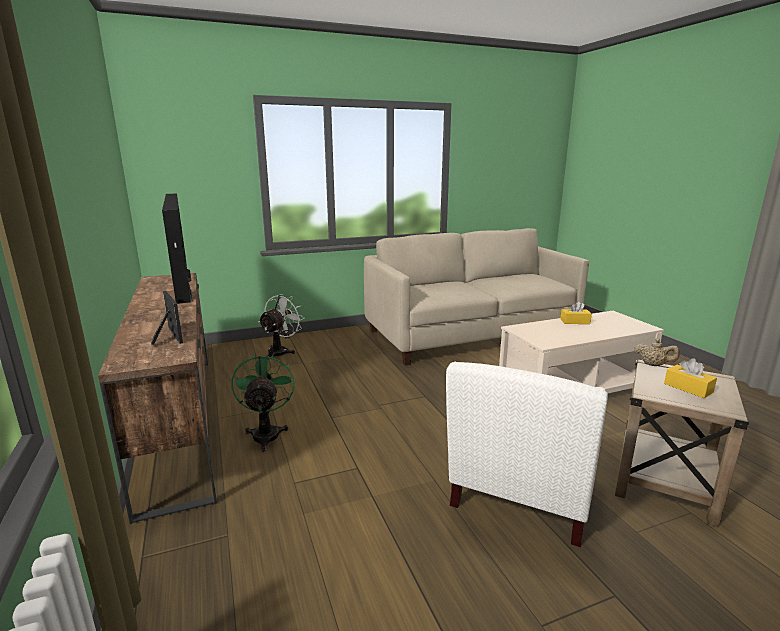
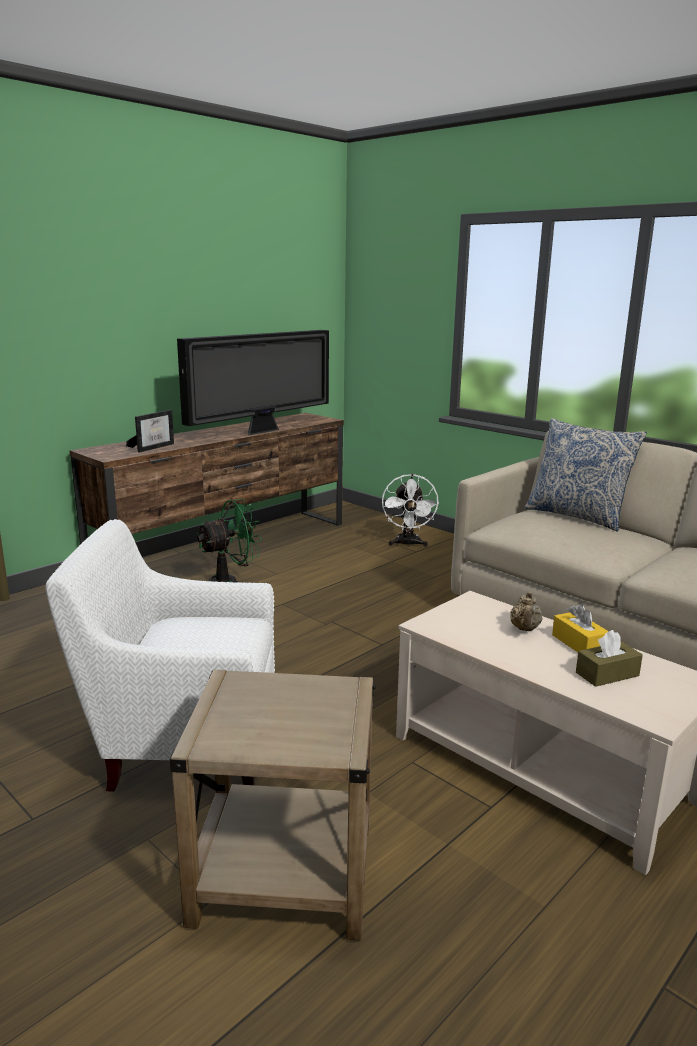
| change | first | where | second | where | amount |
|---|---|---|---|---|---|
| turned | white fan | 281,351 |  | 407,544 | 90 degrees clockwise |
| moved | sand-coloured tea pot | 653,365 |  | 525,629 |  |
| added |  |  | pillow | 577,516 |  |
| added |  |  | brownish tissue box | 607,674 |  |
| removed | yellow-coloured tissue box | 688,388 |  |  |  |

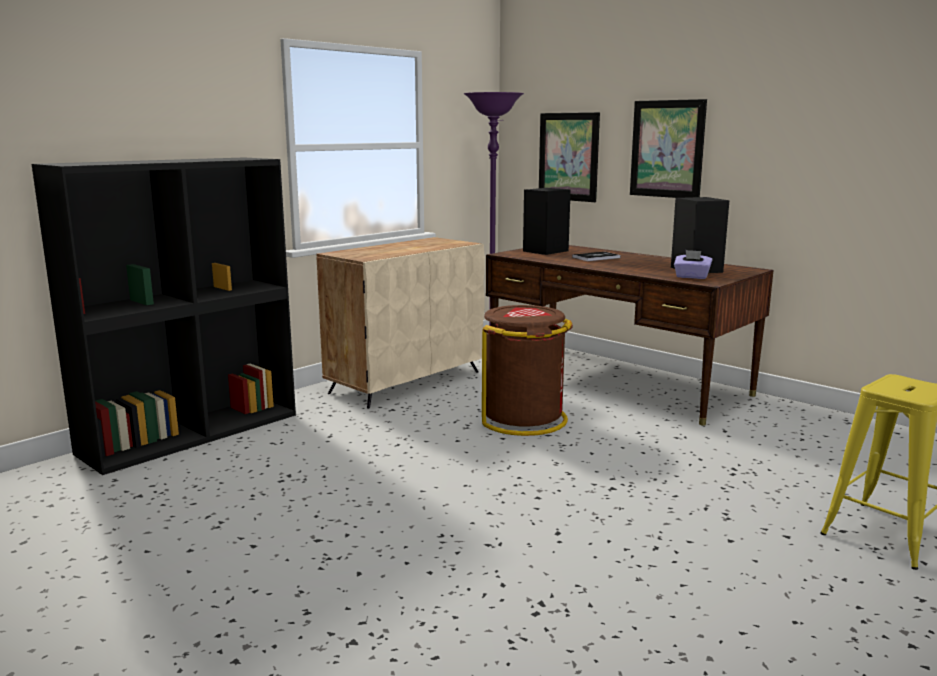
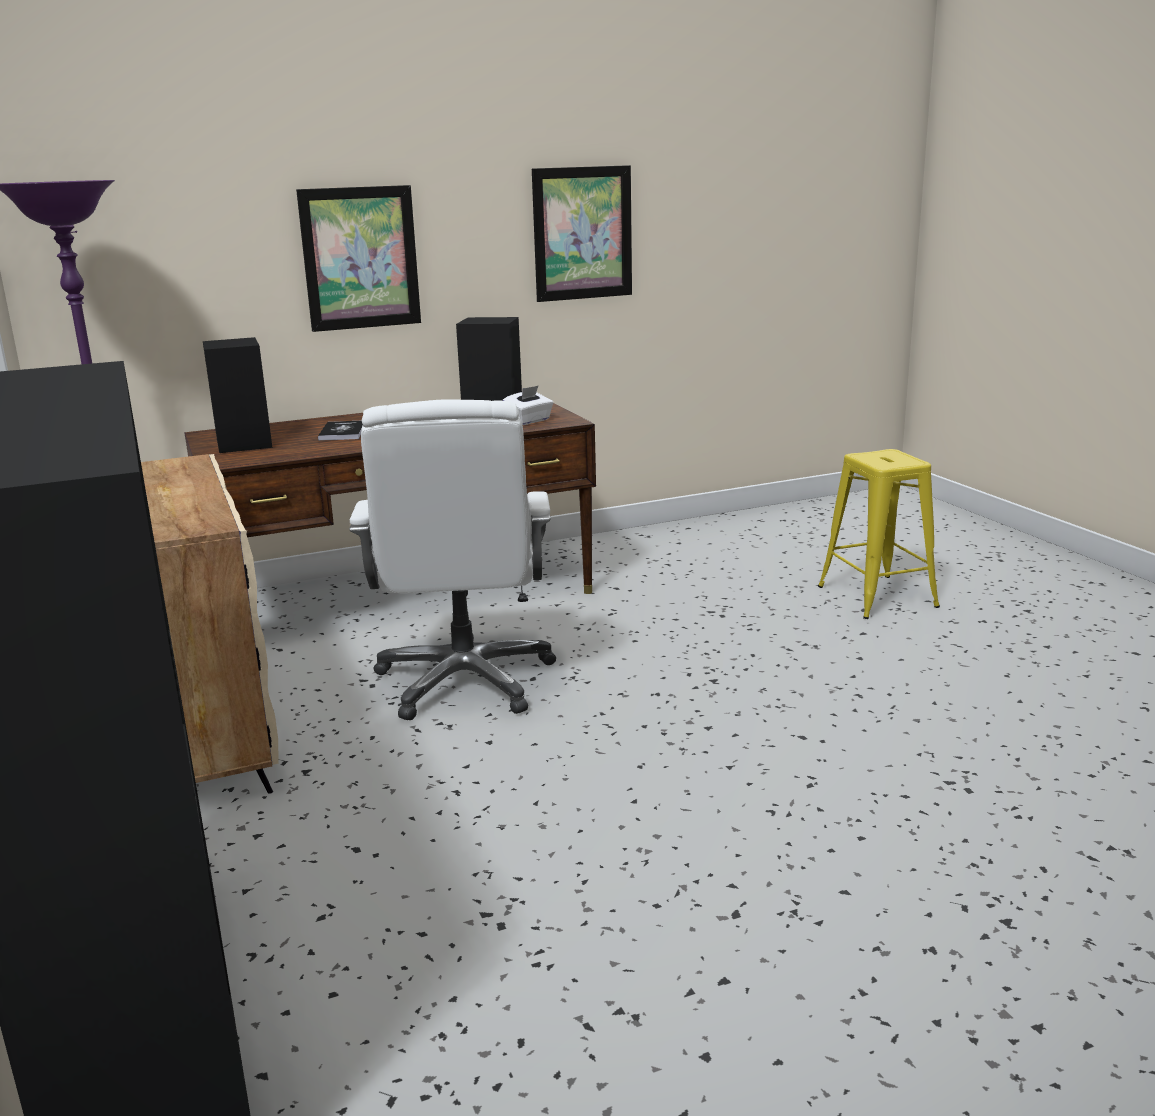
| change | first | where | second | where | amount |
|---|---|---|---|---|---|
| replaced | brownish trash can | 524,419 | white desk chair | 465,681 |  |
| recoloured | purplish tissue box | 691,277 | white tissue box | 529,421 |  |
| moved | picture | 568,157 |  | 582,233 |  |

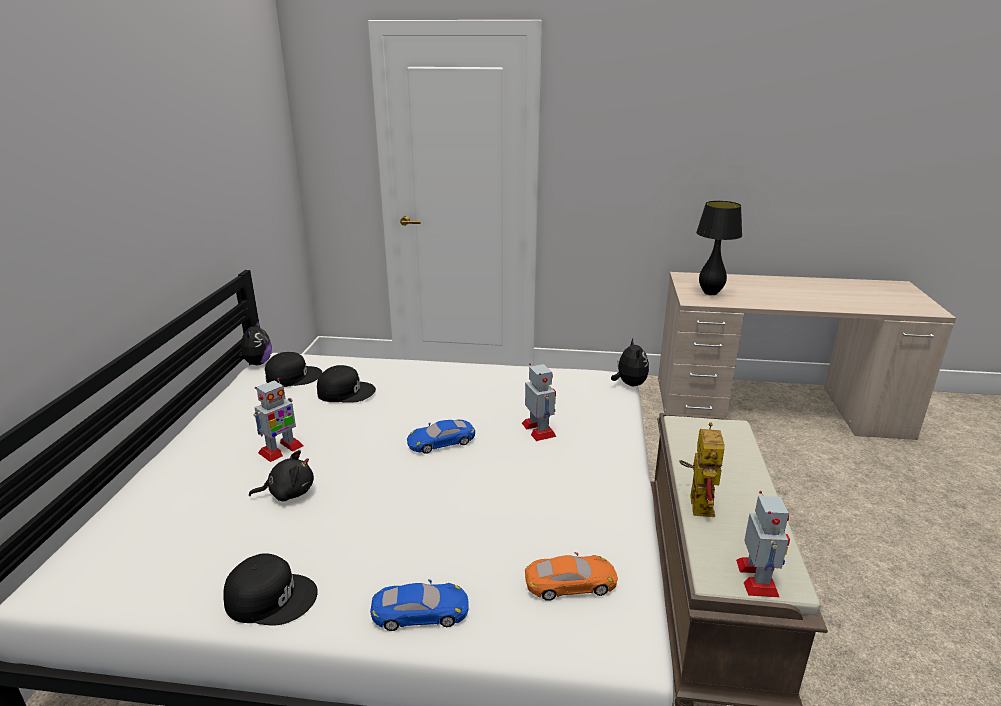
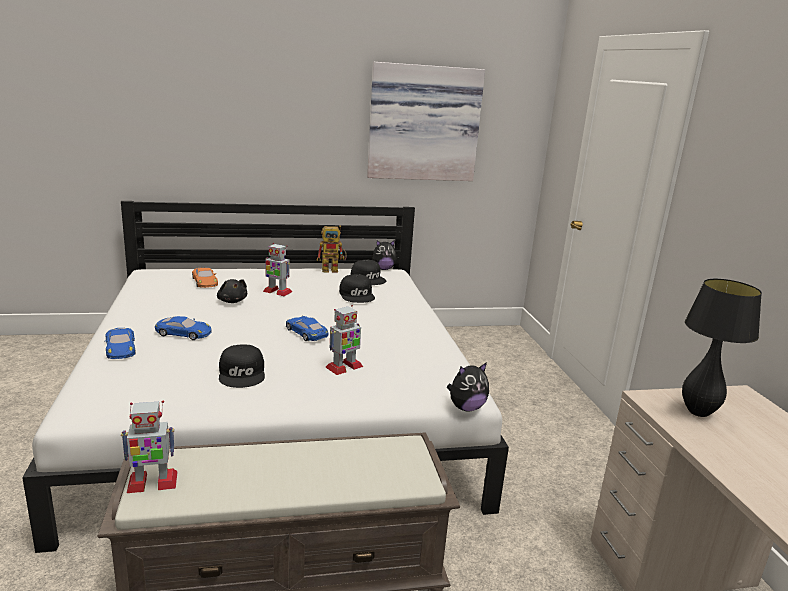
| change | first | where | second | where | amount |
|---|---|---|---|---|---|
| added |  |  | blue-coloured toy car | 183,333 |  |
| moved | orangey toy car | 570,583 |  | 205,282 |  |
| moved | black-coloured baseball cap | 271,597 |  | 242,373 |  |
| moved | toy robot | 697,501 |  | 333,270 |  |
| added |  |  | picture | 423,123 |  |

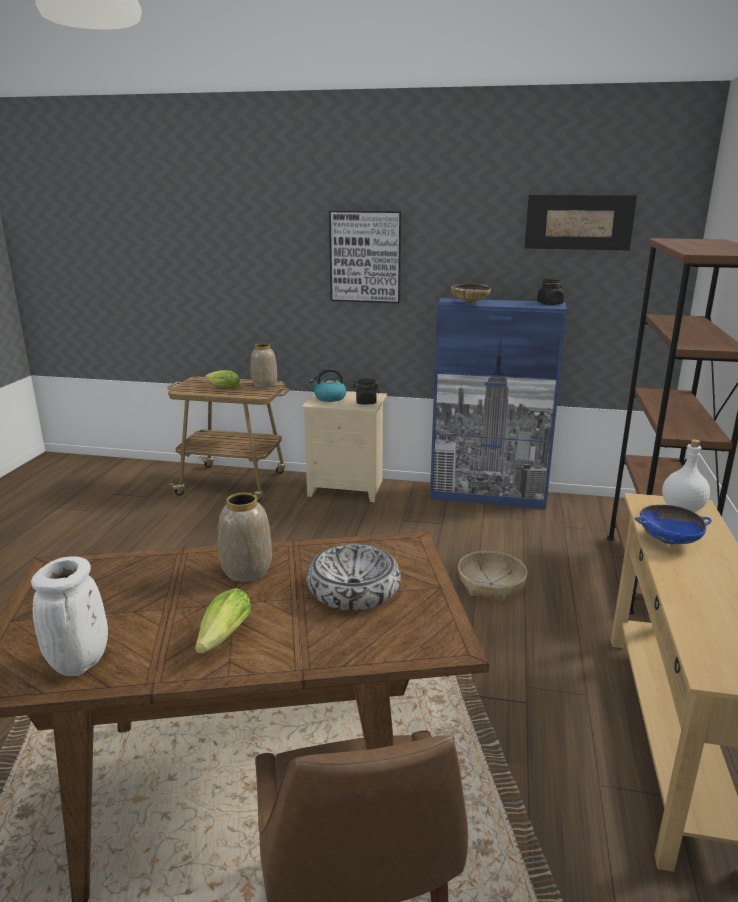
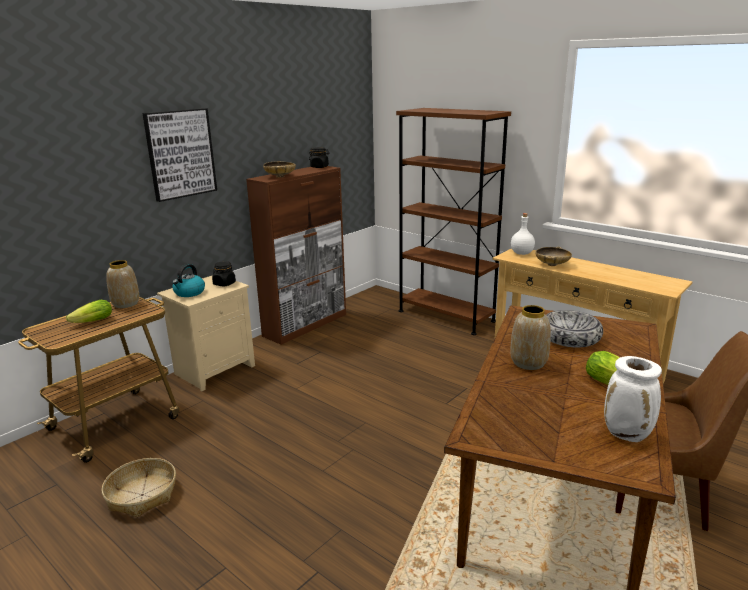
| change | first | where | second | where | amount |
|---|---|---|---|---|---|
| moved | household basket | 491,584 |  | 142,495 |  |
| recoloured | blue-coloured cupboard | 488,496 | brownish cupboard | 306,325 |  |
| recoloured | blue-coloured serving bowl | 668,541 | sand-coloured serving bowl | 552,265 |  |
| removed | picture | 578,222 |  |  |  |

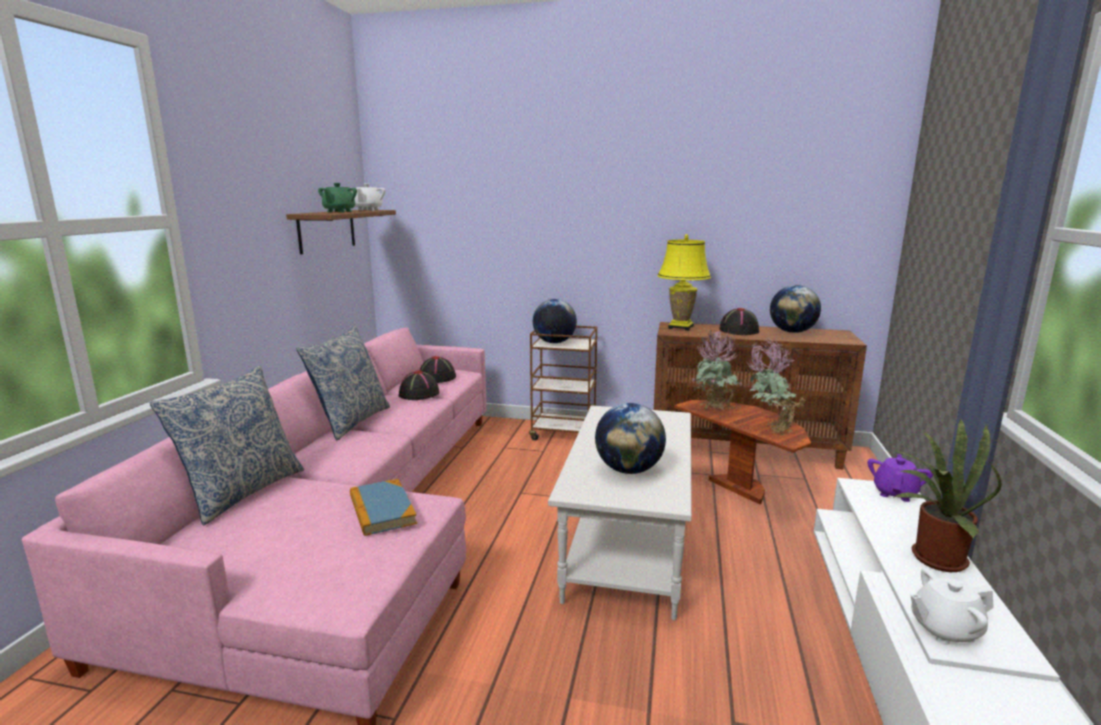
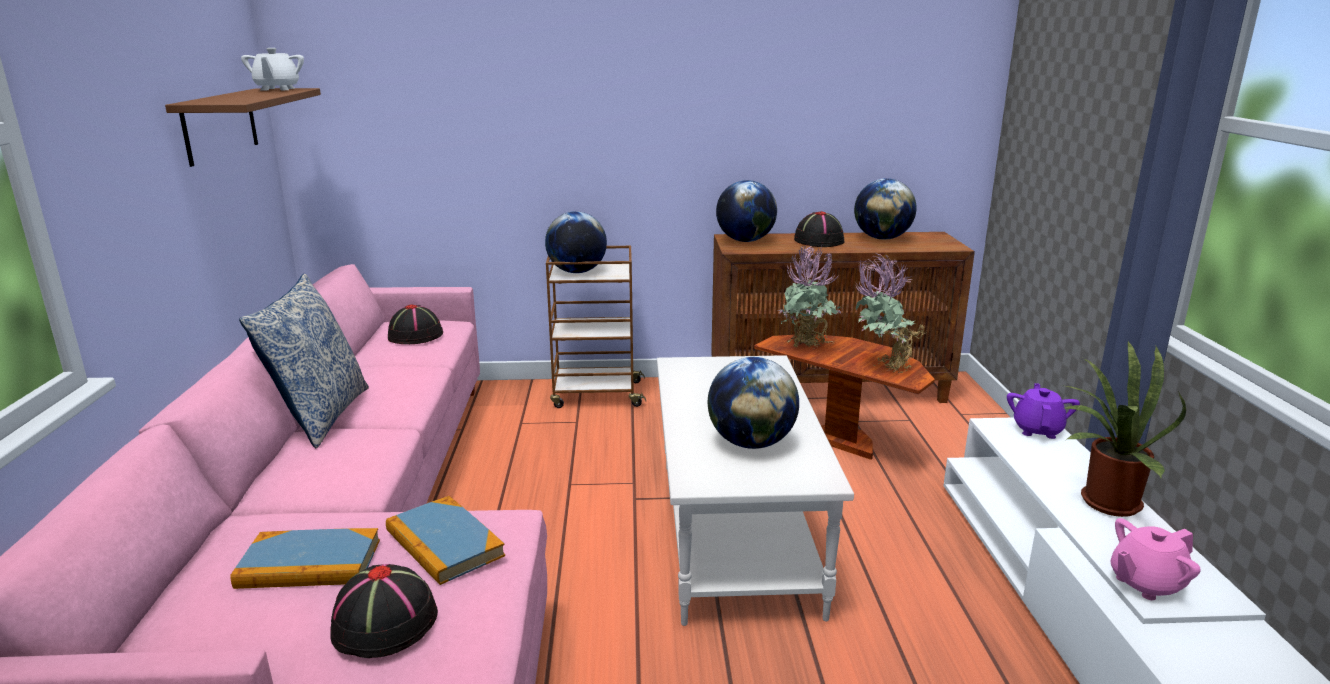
| change | first | where | second | where | amount |
|---|---|---|---|---|---|
| added |  |  | bound book | 309,564 |  |
| moved | black-coloured hat | 418,394 |  | 384,624 |  |
| replaced | yellow-coloured tabletop lamp | 680,327 | desk globe | 745,241 |  |
| recoloured | white tea pot | 944,630 | pink tea pot | 1145,583 |  |
| removed | pillow | 242,492 |  |  |  |
| removed | green-coloured tea pot | 339,211 |  |  |  |

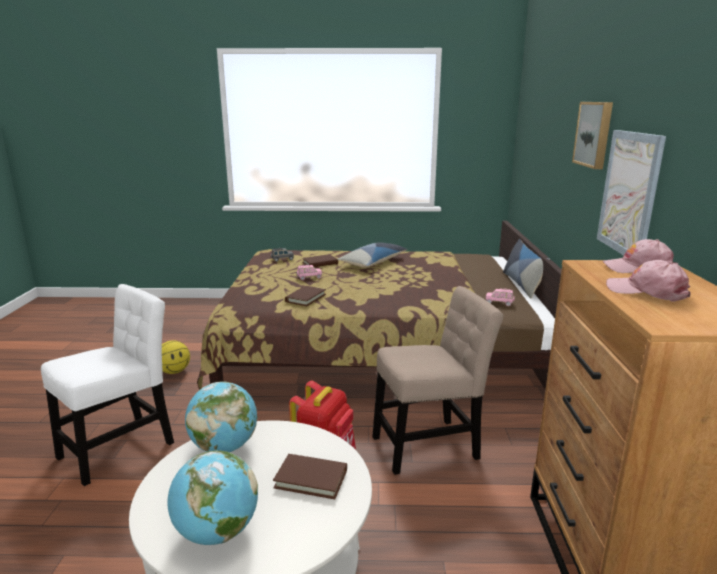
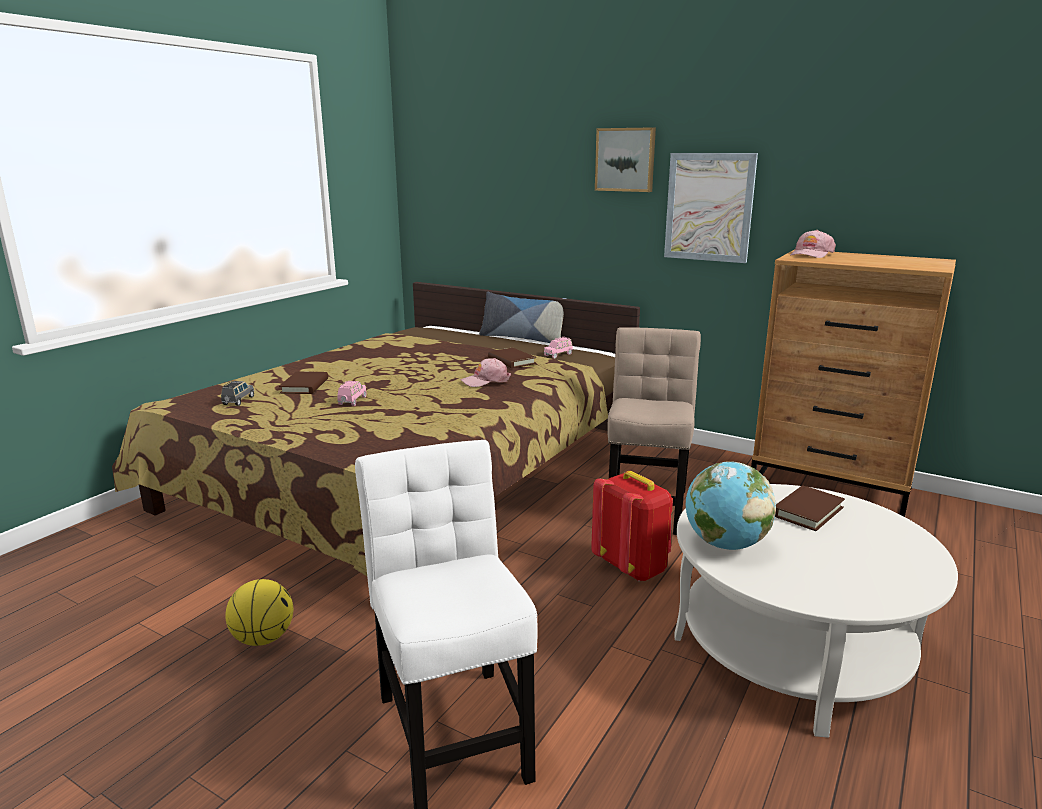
| change | first | where | second | where | amount |
|---|---|---|---|---|---|
| moved | pink baseball cap | 646,291 |  | 485,381 |  |
| moved | brownish bound book | 305,298 |  | 511,361 |  |
| removed | desk globe | 217,532 |  |  |  |
| removed | pillow | 373,262 |  |  |  |

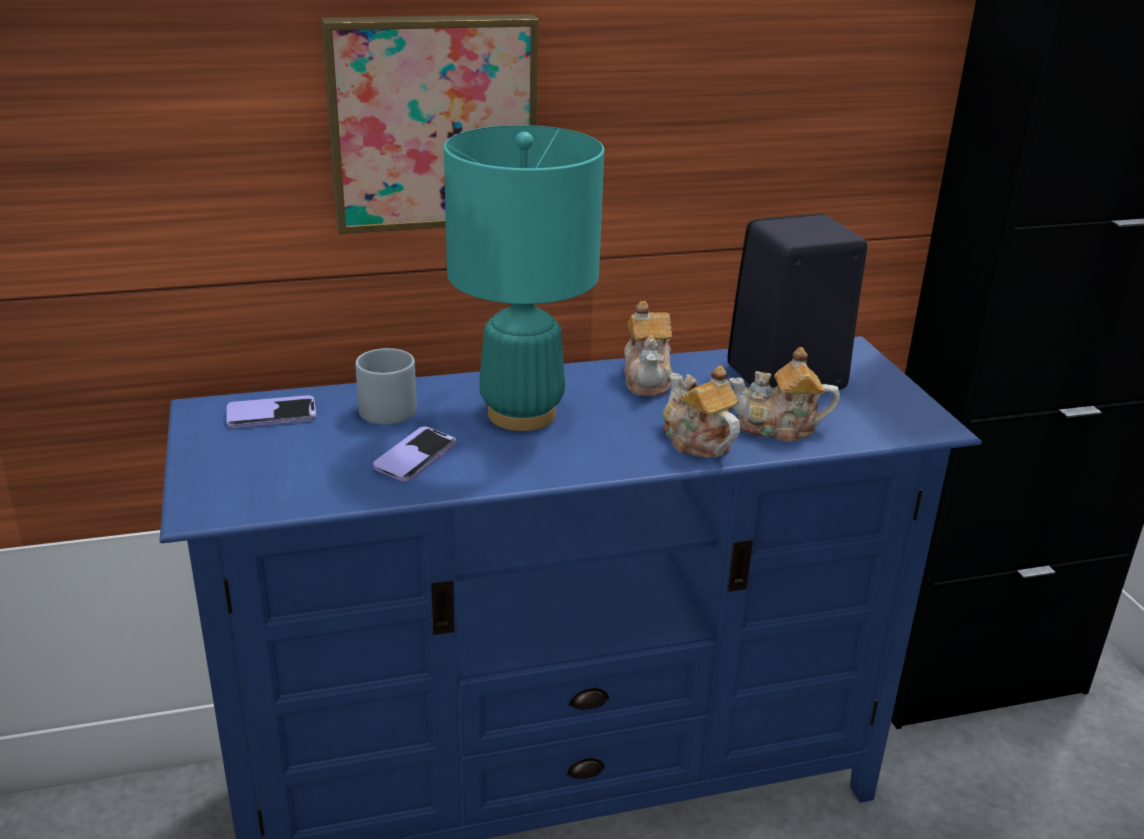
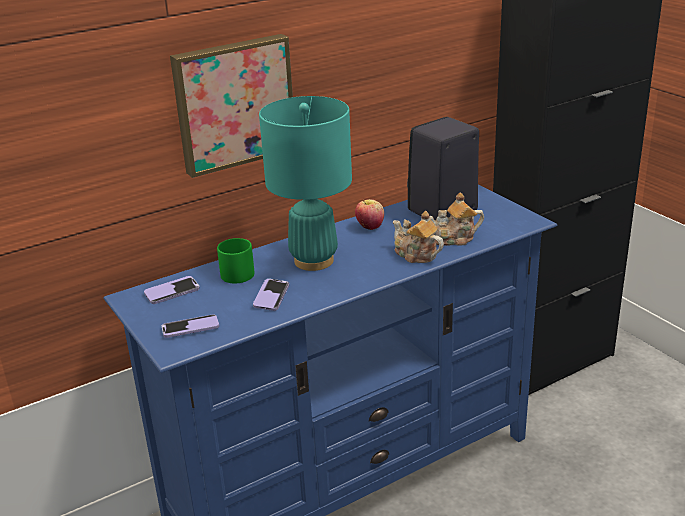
| change | first | where | second | where | amount |
|---|---|---|---|---|---|
| added |  |  | handset | 190,328 |  |
| recoloured | grey tea mug | 391,405 | green-coloured tea mug | 237,272 |  |
| replaced | tea pot | 648,379 | apple | 370,227 |  |

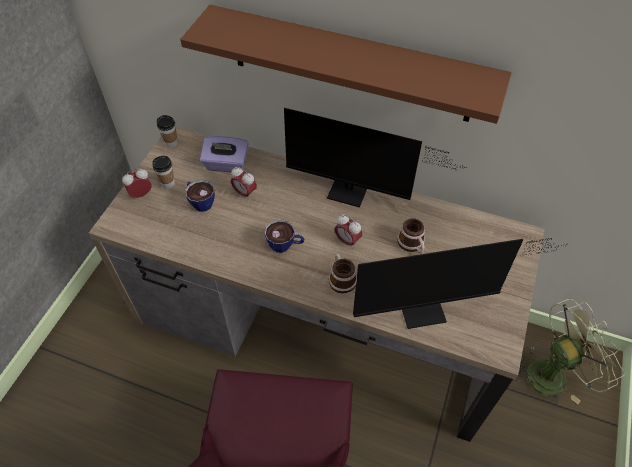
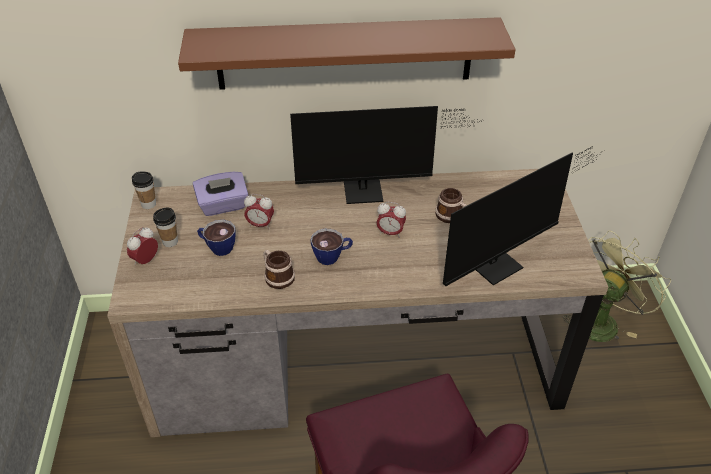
| change | first | where | second | where | amount |
|---|---|---|---|---|---|
| moved | tea mug | 341,278 |  | 277,276 |  |

